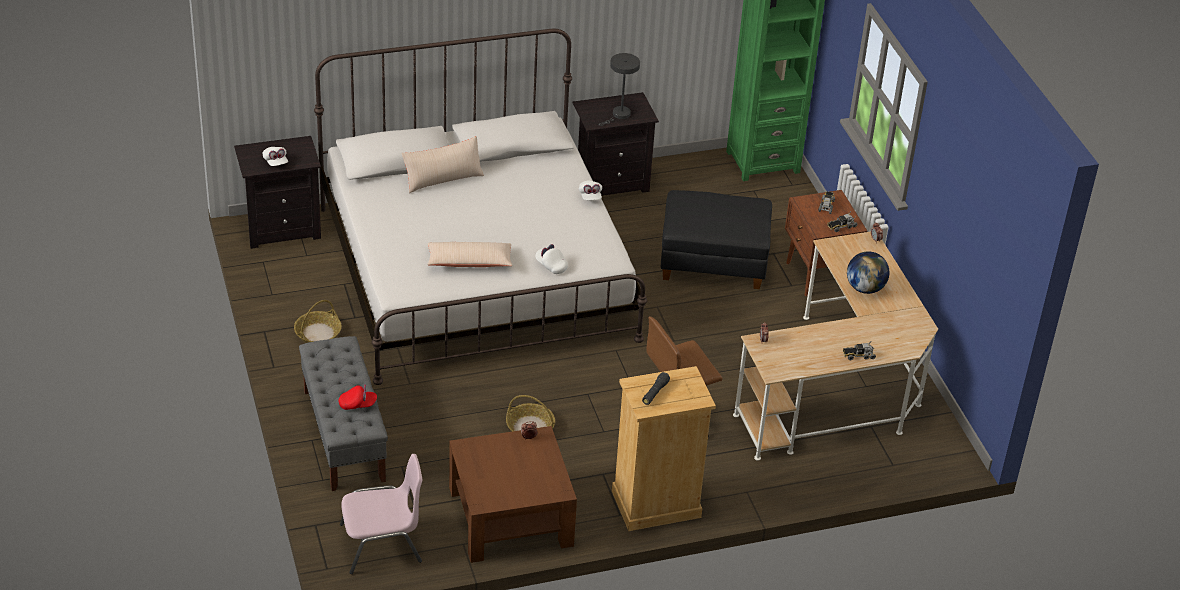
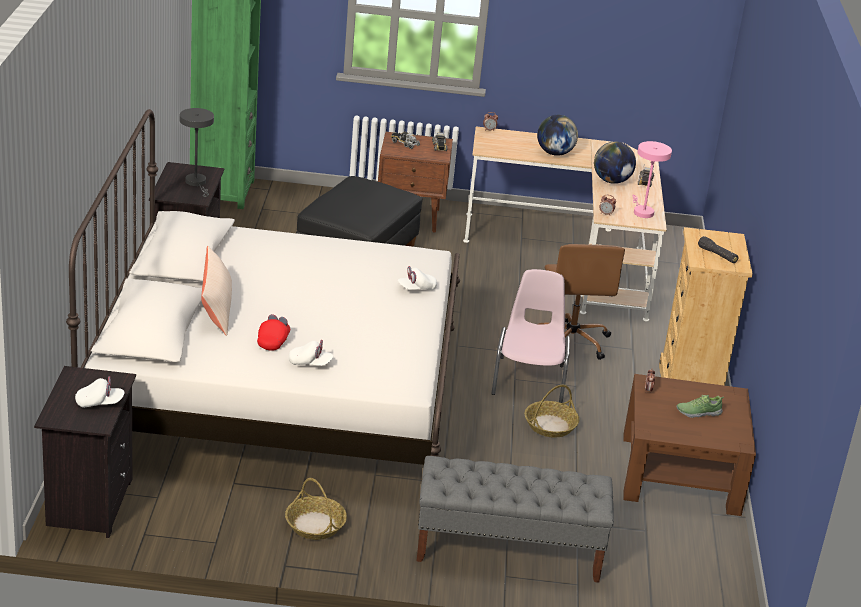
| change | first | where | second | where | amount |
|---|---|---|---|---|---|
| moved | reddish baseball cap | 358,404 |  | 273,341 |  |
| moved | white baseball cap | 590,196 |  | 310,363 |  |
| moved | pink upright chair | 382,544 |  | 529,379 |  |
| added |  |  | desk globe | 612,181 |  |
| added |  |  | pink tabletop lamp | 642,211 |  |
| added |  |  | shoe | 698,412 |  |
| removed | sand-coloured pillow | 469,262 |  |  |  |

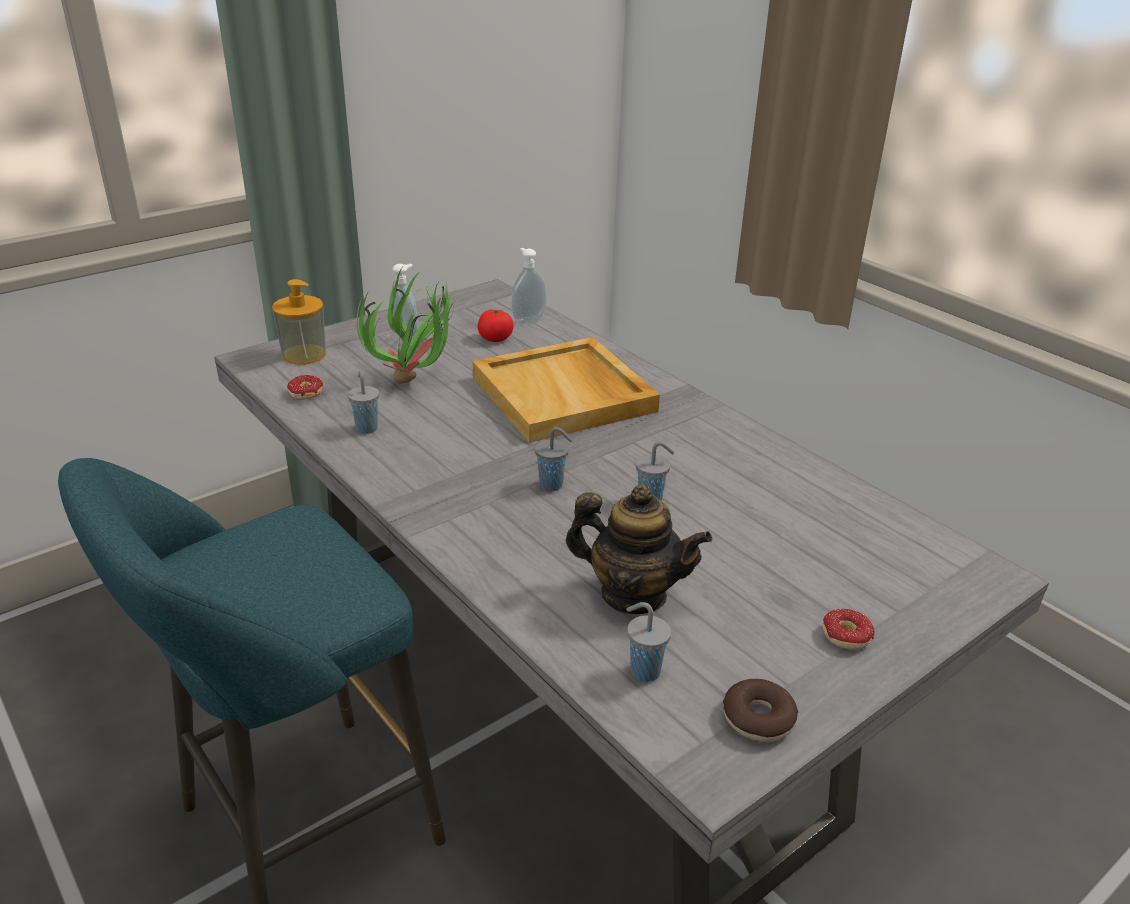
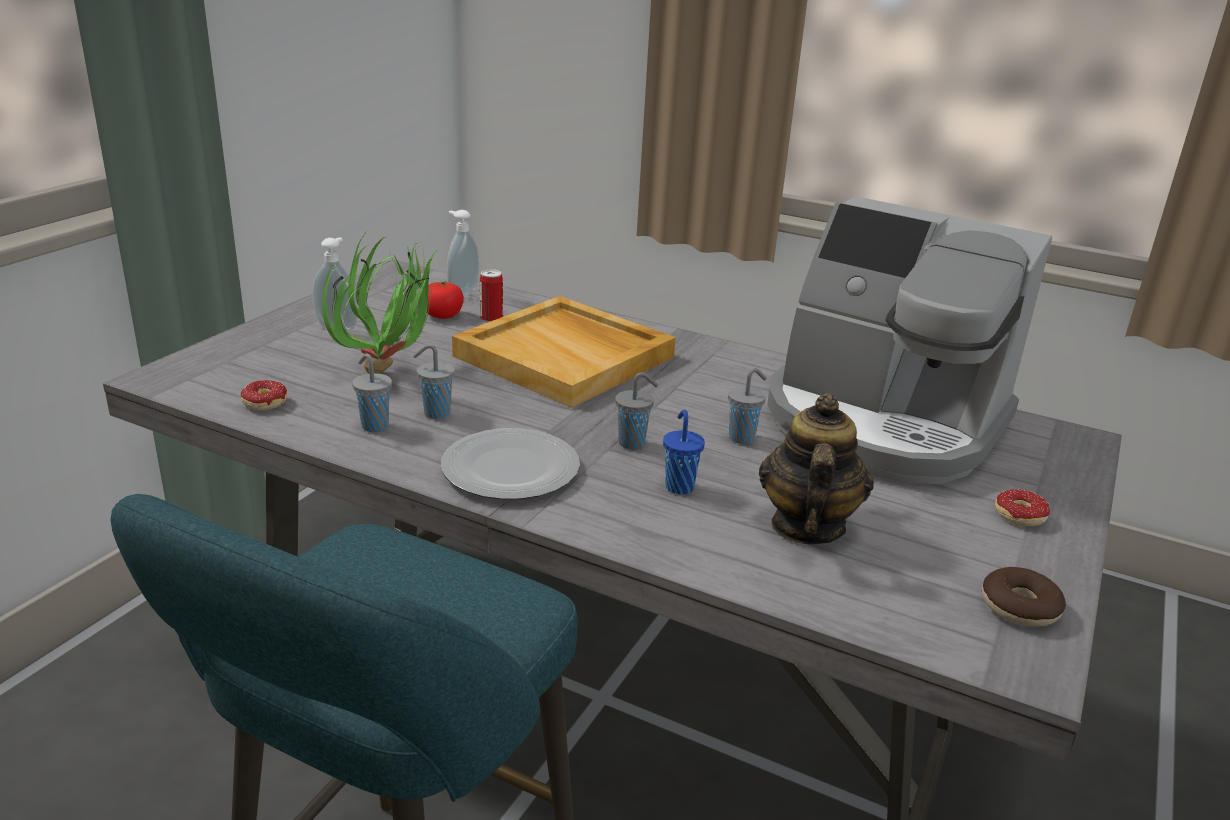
| change | first | where | second | where | amount |
|---|---|---|---|---|---|
| moved | grey small cup | 643,671 |  | 435,413 |  |
| added |  |  | plate | 511,470 |  |
| added |  |  | can | 491,318 |  |
| added |  |  | blue-coloured small cup | 679,486 |  |
| turned | tea pot | 633,594 |  | 806,526 | 75 degrees counterclockwise |
| added |  |  | coffee maker | 883,424 |  |
| removed | liquid soap bottle | 304,354 |  |  |  |

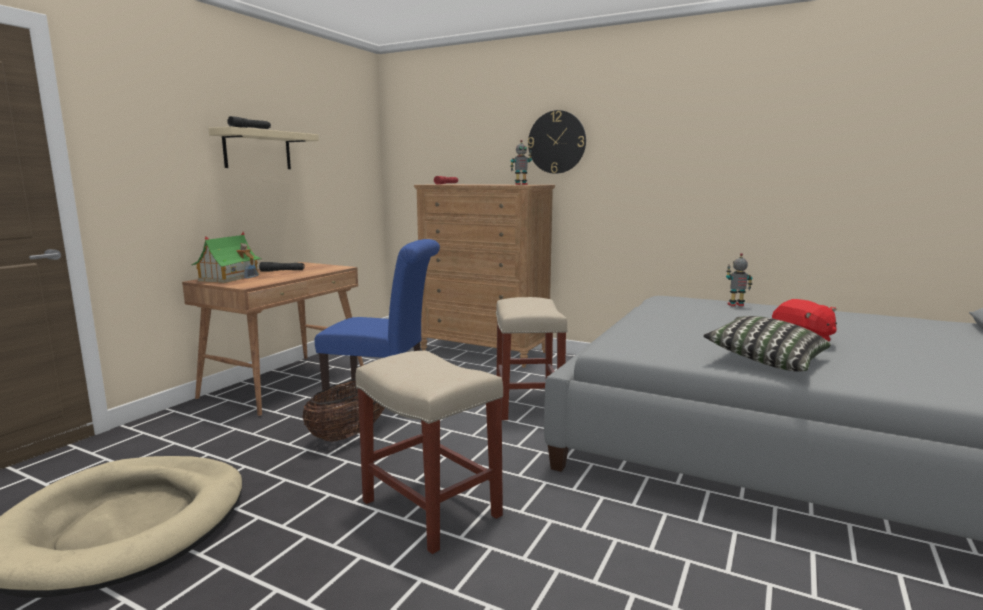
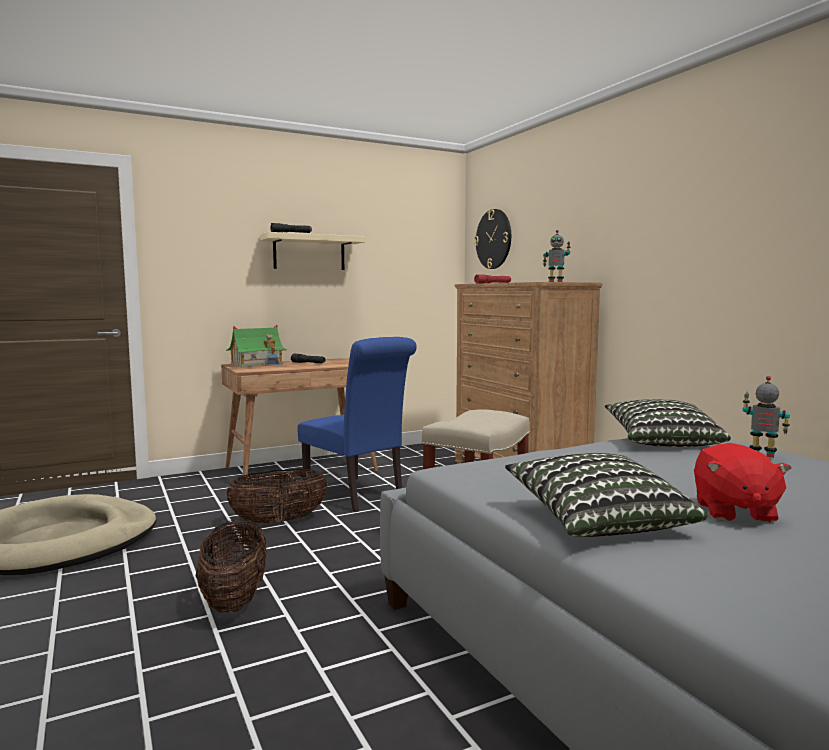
| change | first | where | second | where | amount |
|---|---|---|---|---|---|
| replaced | sand-coloured sitting stool | 429,508 | household basket | 234,599 |  |
| moved | wall clock | 557,142 |  | 493,239 |  |
| added |  |  | pillow | 662,441 |  |

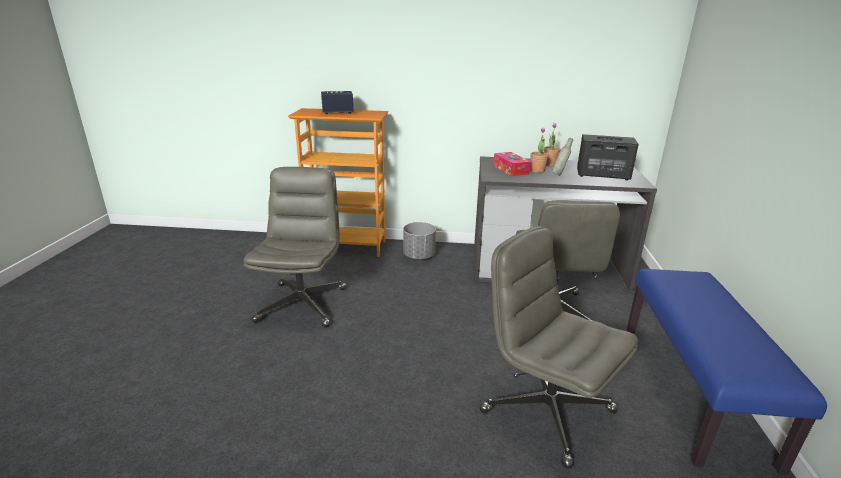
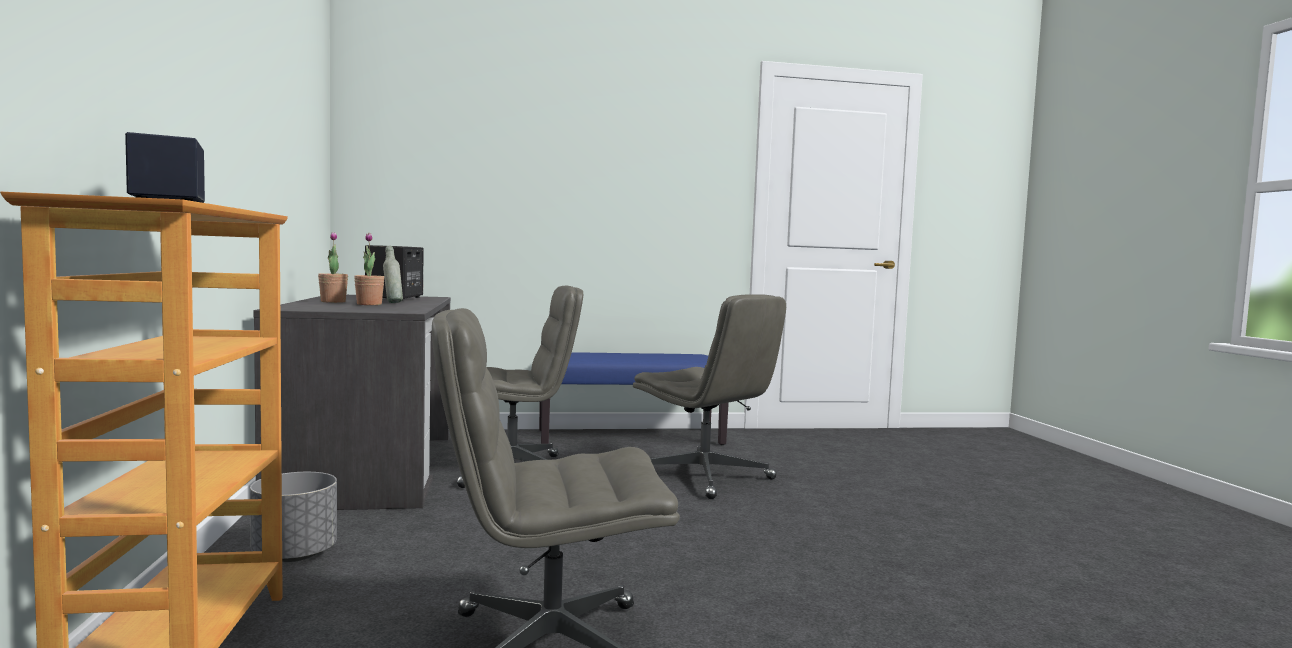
| change | first | where | second | where | amount |
|---|---|---|---|---|---|
| turned | grey desk chair | 546,411 |  | 705,477 | 75 degrees counterclockwise |
| removed | tissue box | 510,169 |  |  |  |

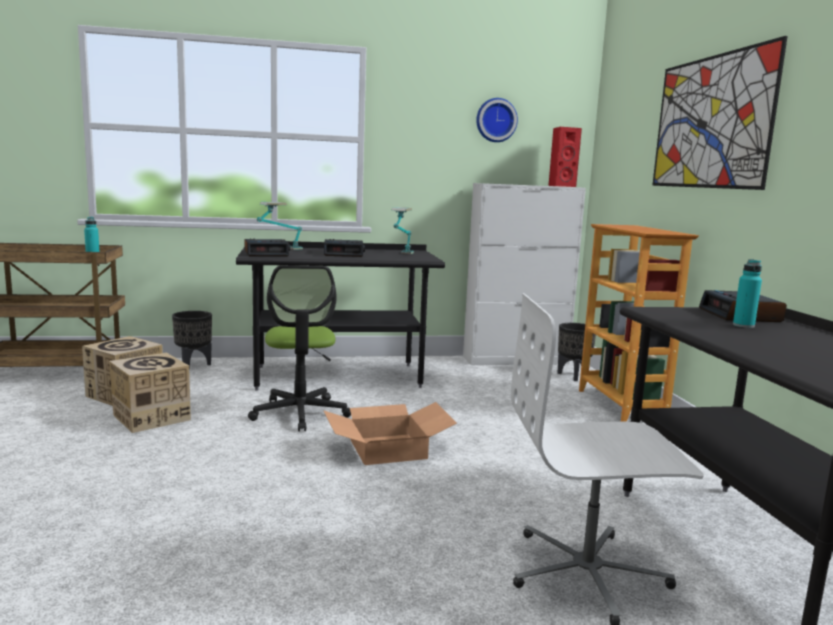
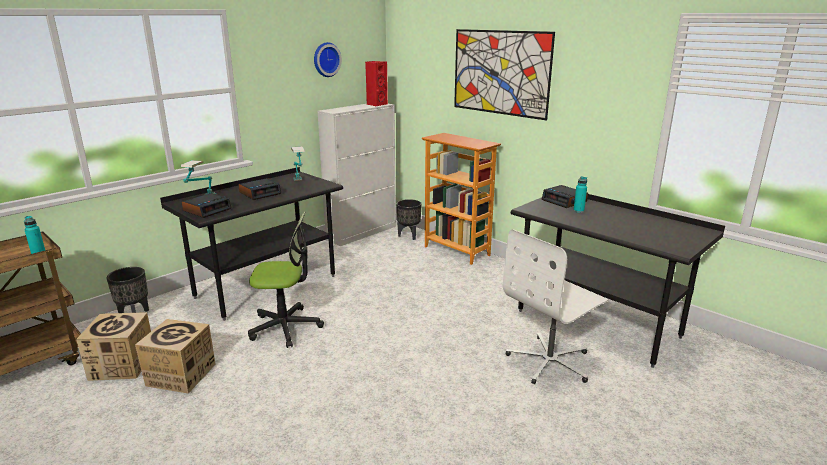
| change | first | where | second | where | amount |
|---|---|---|---|---|---|
| turned | desk chair | 300,413 |  | 285,327 | 45 degrees counterclockwise |
| removed | packing box | 388,448 |  |  |  |

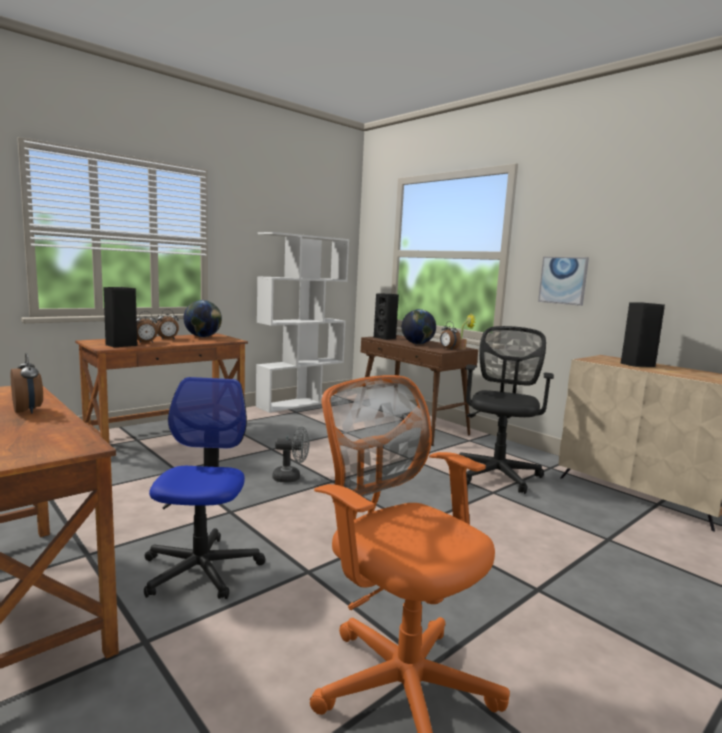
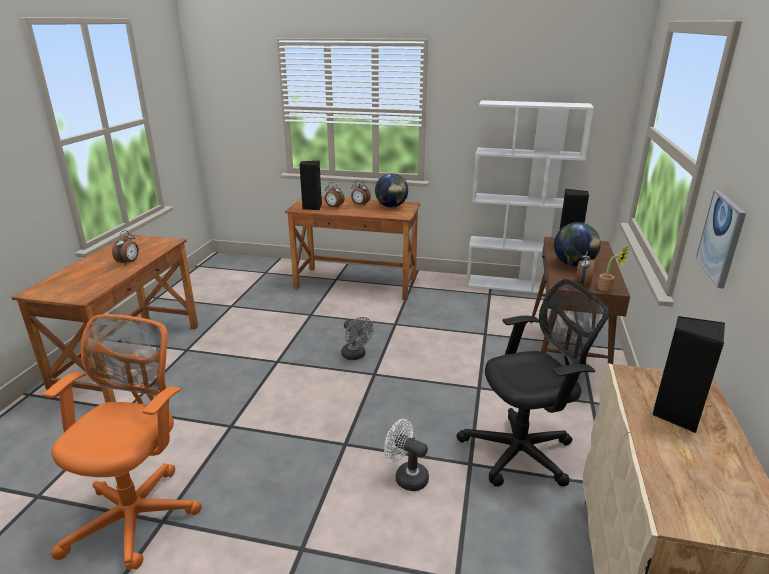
| change | first | where | second | where | amount |
|---|---|---|---|---|---|
| added |  |  | white fan | 406,477 |  |
| removed | desk chair | 201,569 |  |  |  |

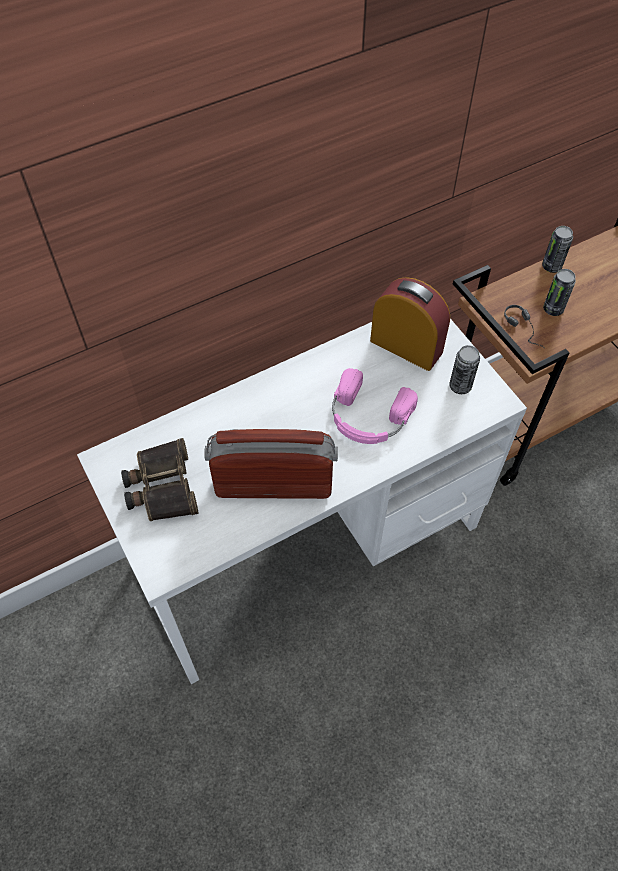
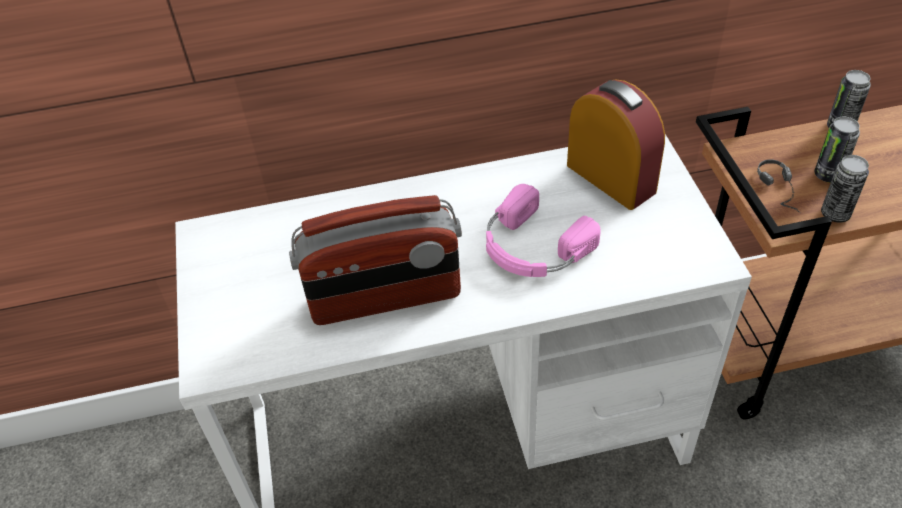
| change | first | where | second | where | amount |
|---|---|---|---|---|---|
| turned | radio | 273,483 |  | 385,298 | 150 degrees clockwise |
| moved | can | 460,386 |  | 835,214 |  |
| removed | field glasses | 161,486 |  |  |  |

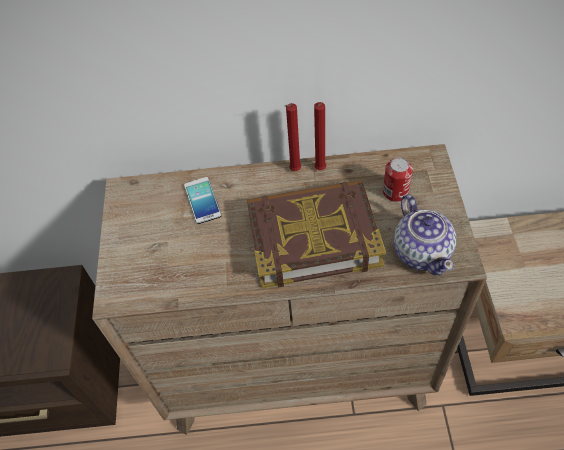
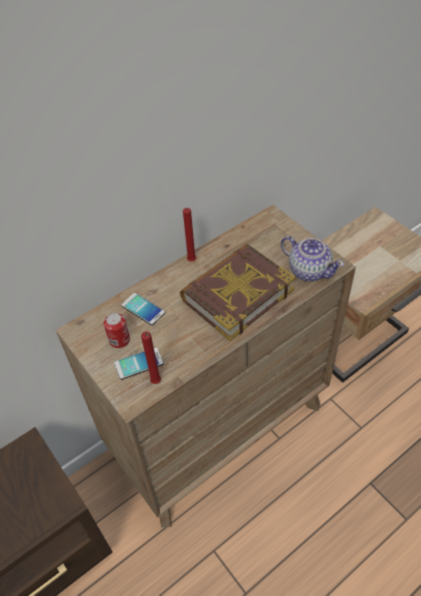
| change | first | where | second | where | amount |
|---|---|---|---|---|---|
| moved | can | 395,192 |  | 119,340 |  |
| added |  |  | handset | 139,363 |  |
| moved | reddish candle | 320,170 |  | 156,383 |  |

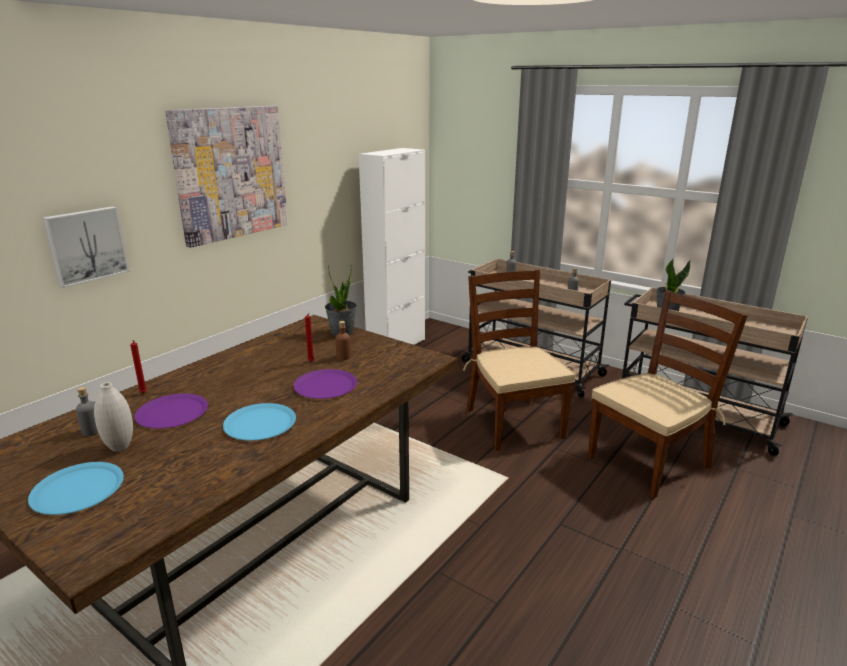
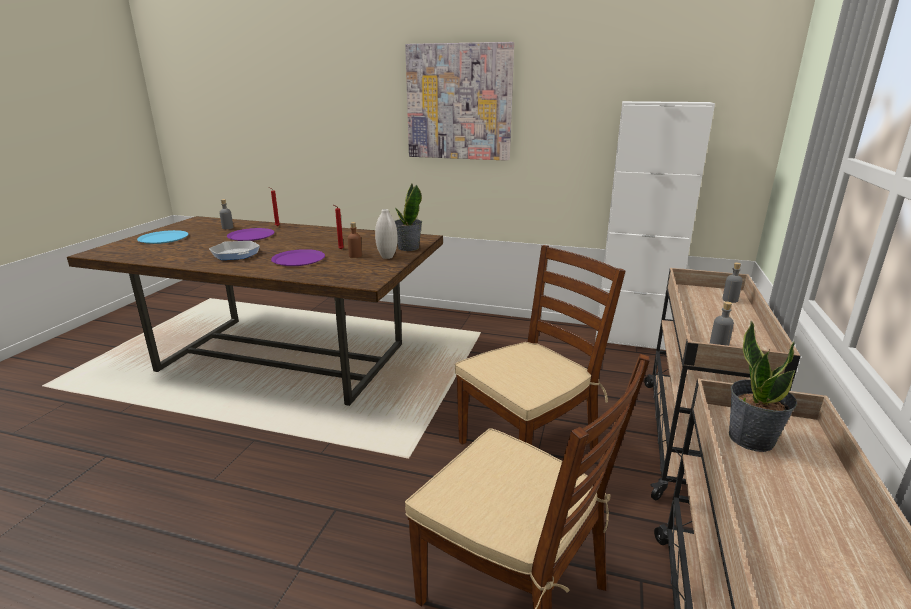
| change | first | where | second | where | amount |
|---|---|---|---|---|---|
| replaced | blue-coloured plate | 260,423 | frying pan | 235,254 |  |
| moved | white flower vase | 120,447 |  | 387,257 |  |
| removed | picture | 86,245 |  |  |  |

